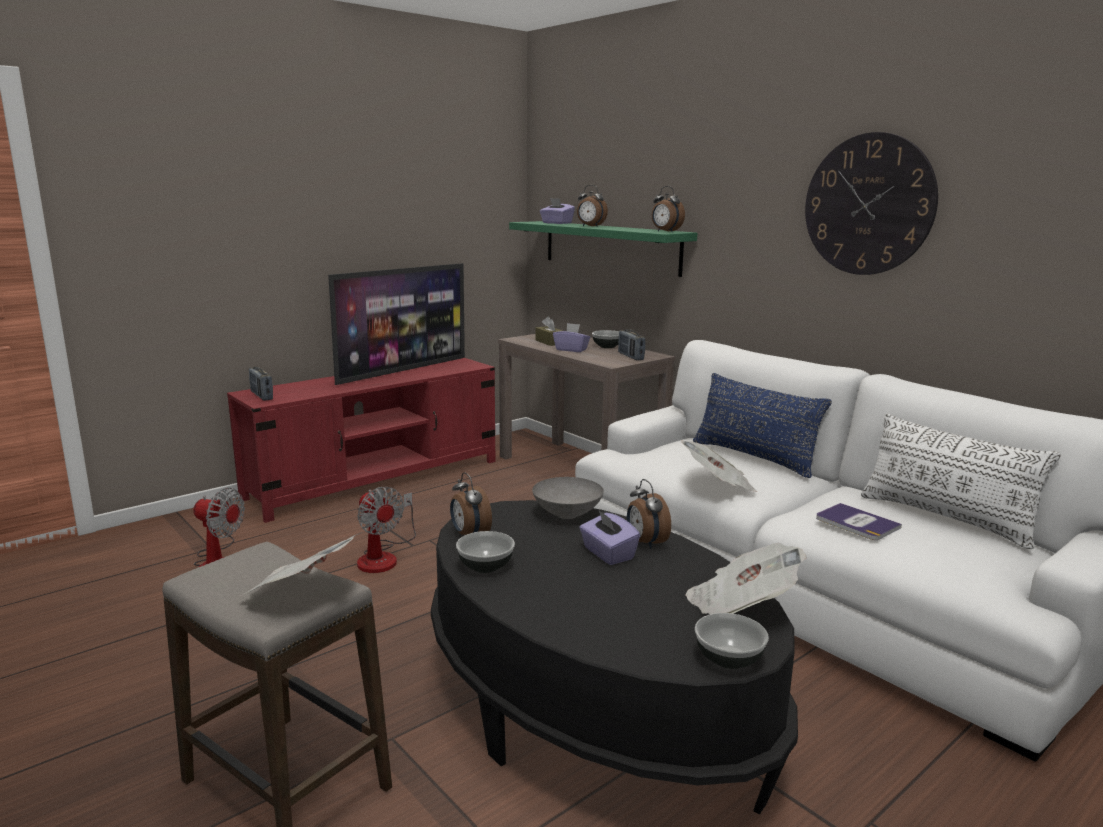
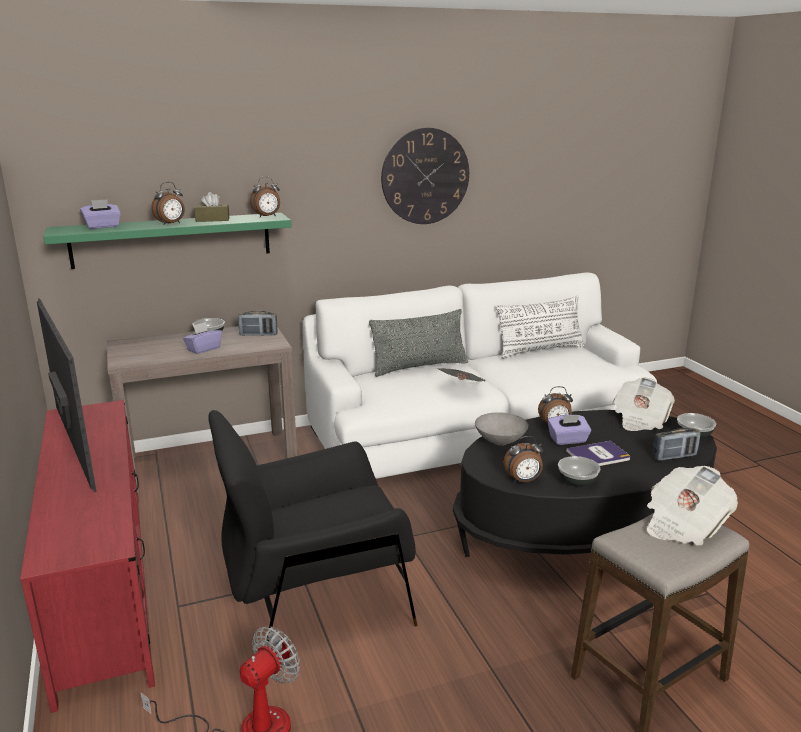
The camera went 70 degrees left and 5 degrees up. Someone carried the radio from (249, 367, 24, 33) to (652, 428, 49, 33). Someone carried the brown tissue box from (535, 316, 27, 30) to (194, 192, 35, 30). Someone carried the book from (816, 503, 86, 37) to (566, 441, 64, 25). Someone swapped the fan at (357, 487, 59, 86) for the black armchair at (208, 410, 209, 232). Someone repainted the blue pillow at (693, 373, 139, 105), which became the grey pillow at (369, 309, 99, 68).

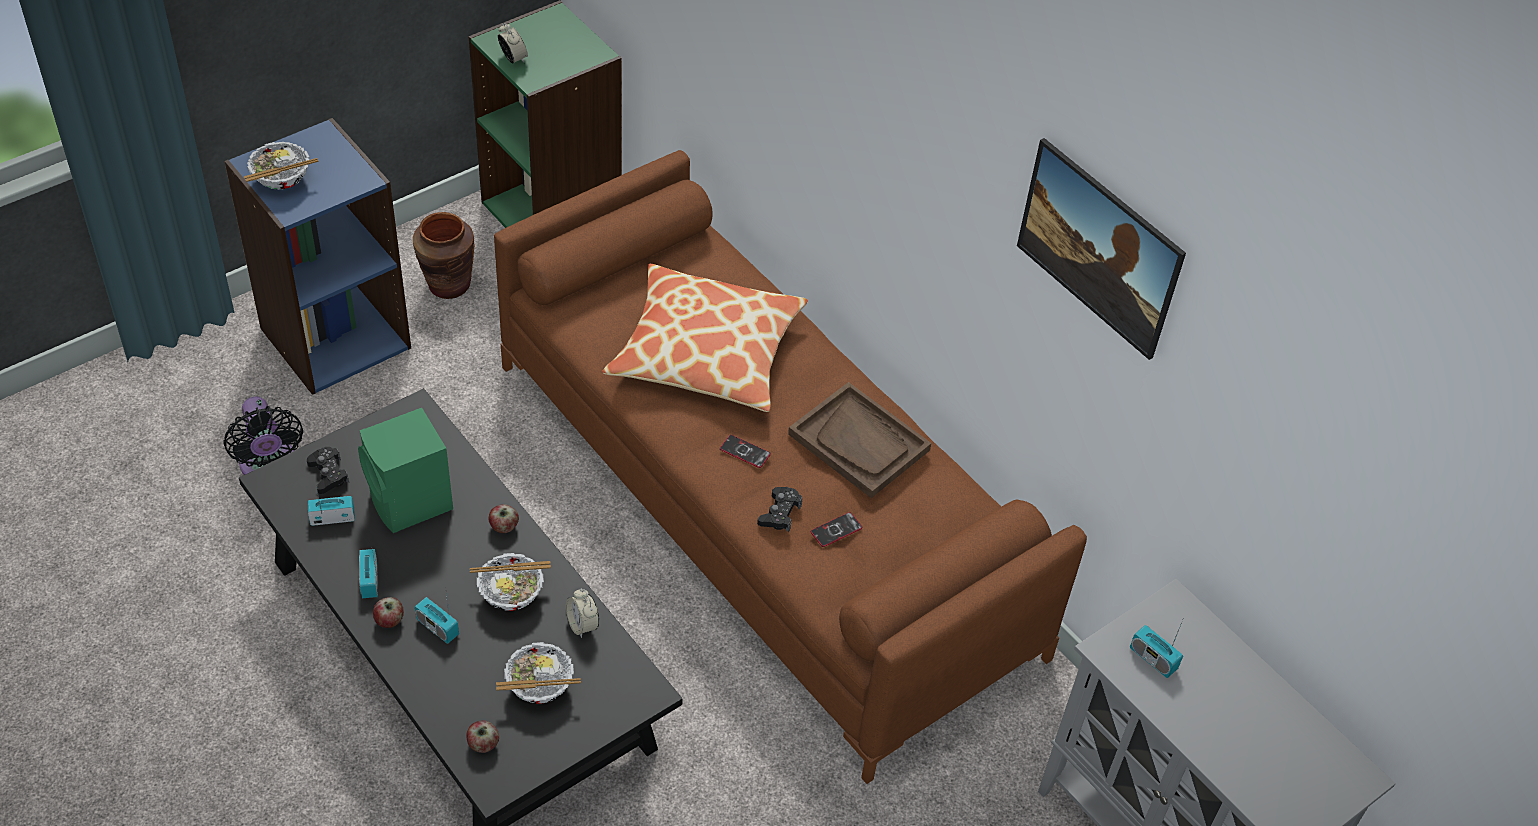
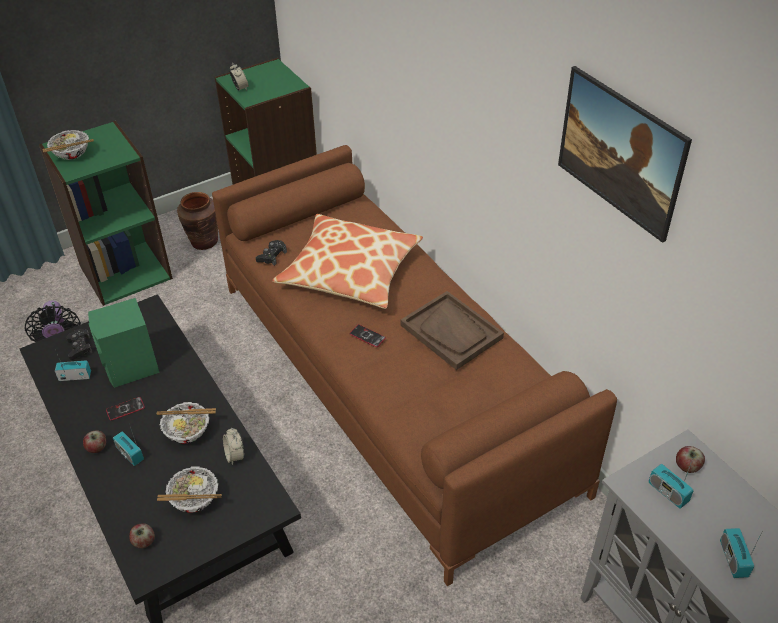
The camera went 10 degrees right and 5 degrees down. Someone carried the radio from (359, 549, 19, 49) to (720, 528, 40, 50). Someone carried the apple from (489, 504, 30, 29) to (676, 446, 29, 27). Someone carried the black game controller from (757, 487, 45, 45) to (256, 240, 31, 26). Someone carried the phone from (811, 512, 51, 35) to (106, 397, 39, 24). Someone repainted the blue bookcase at (224, 118, 187, 277), which became the green bookcase at (39, 121, 134, 185).

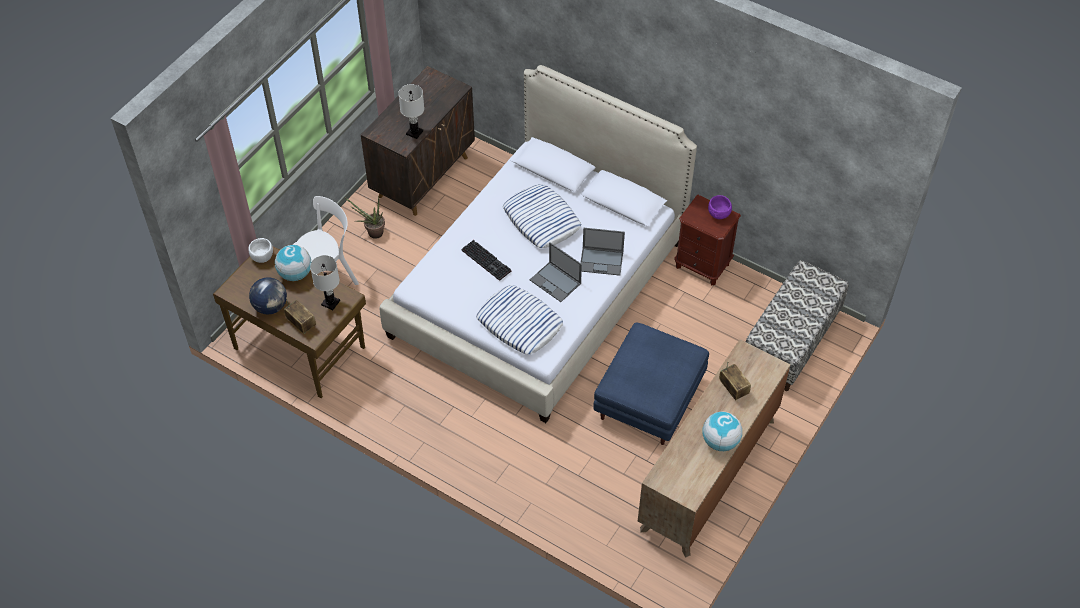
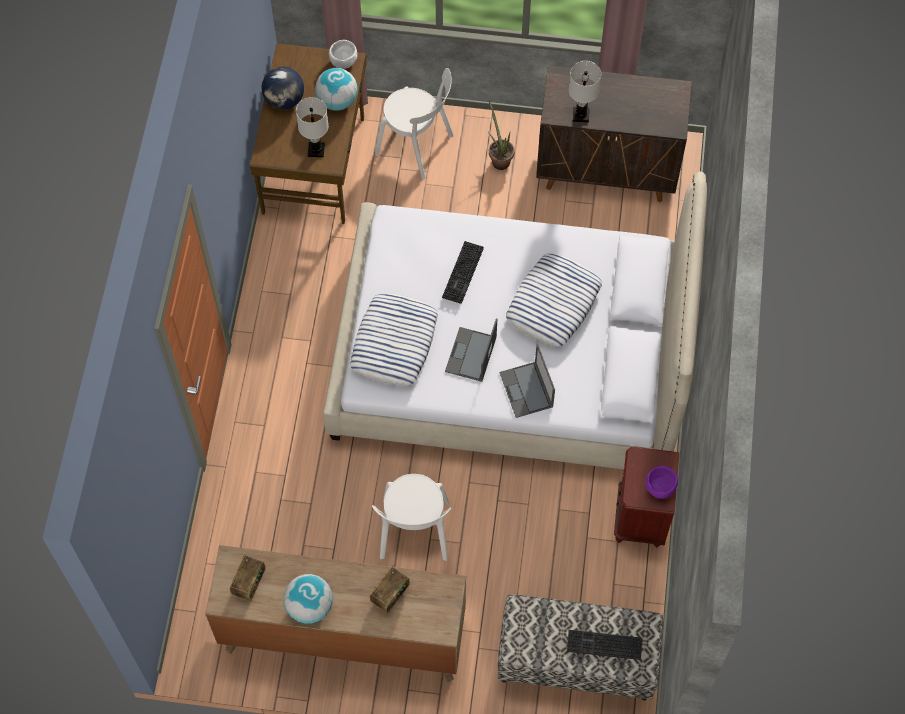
The camera went 65 degrees right and 10 degrees up. Someone put down the keyboard at (567, 630, 75, 30). Someone carried the radio from (284, 298, 32, 36) to (230, 552, 35, 49). Someone swapped the blue ottoman at (594, 323, 115, 122) for the white chair at (372, 474, 80, 87).

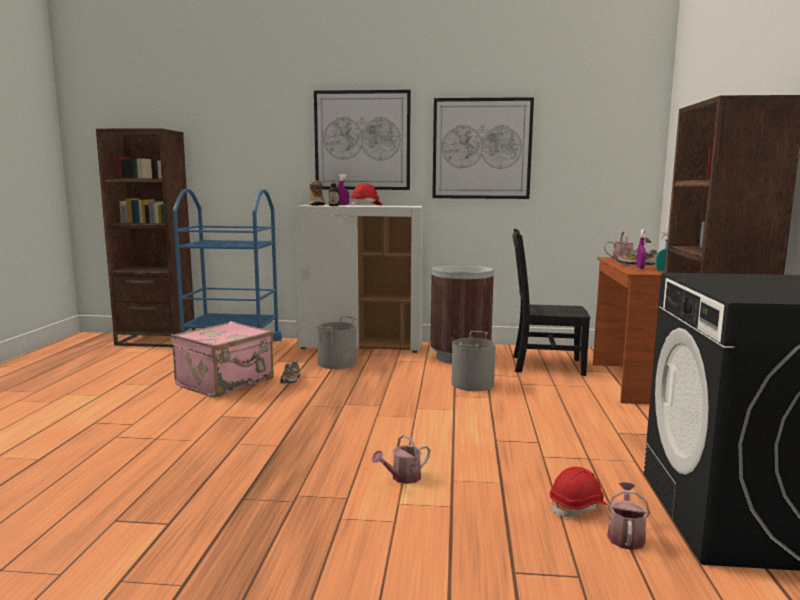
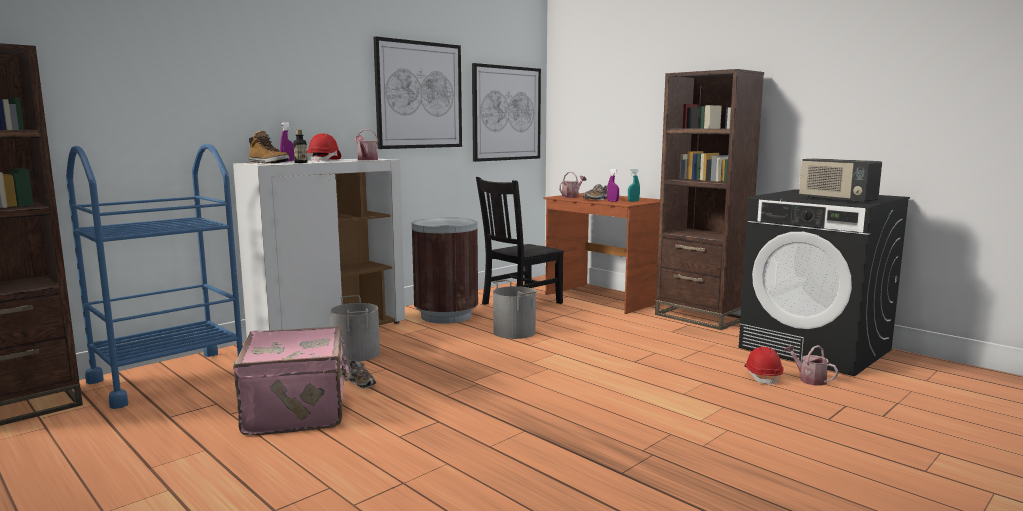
The camera went 50 degrees left and 0 degrees up. Someone put down the radio at (799, 158, 83, 45). Someone carried the picture from (314, 90, 97, 100) to (472, 63, 69, 99). Someone carried the watering can from (372, 434, 58, 50) to (355, 129, 23, 31).

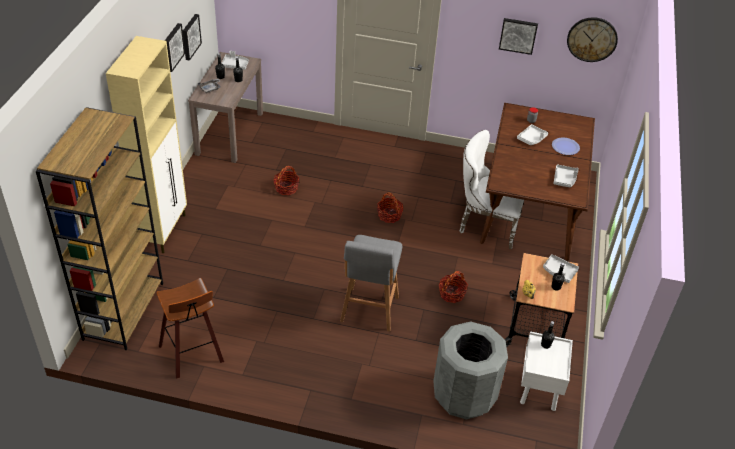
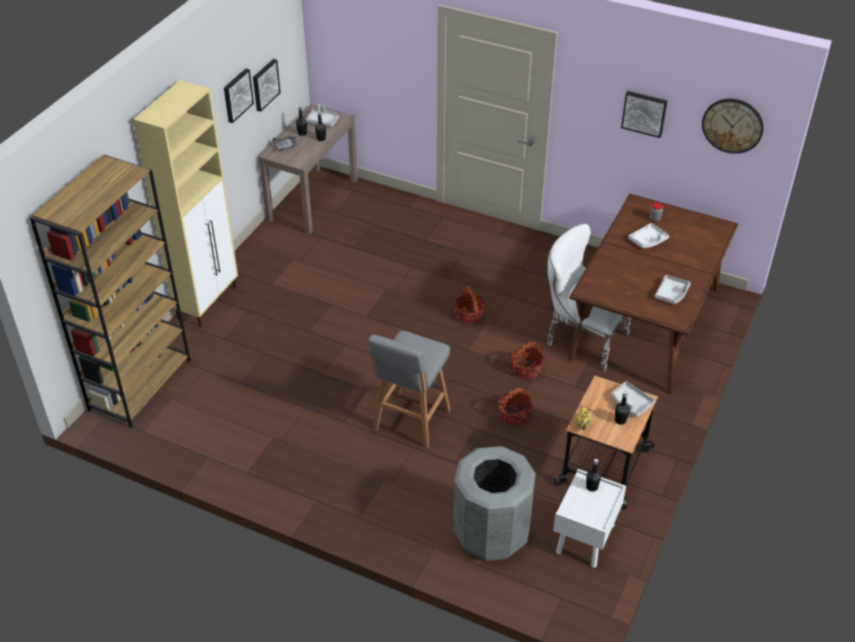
The camera went 15 degrees right and 0 degrees up. Someone took away the stool at (157, 278, 67, 101). Someone took away the plate at (552, 138, 28, 17). Someone carried the basket from (273, 166, 26, 29) to (511, 342, 33, 37).

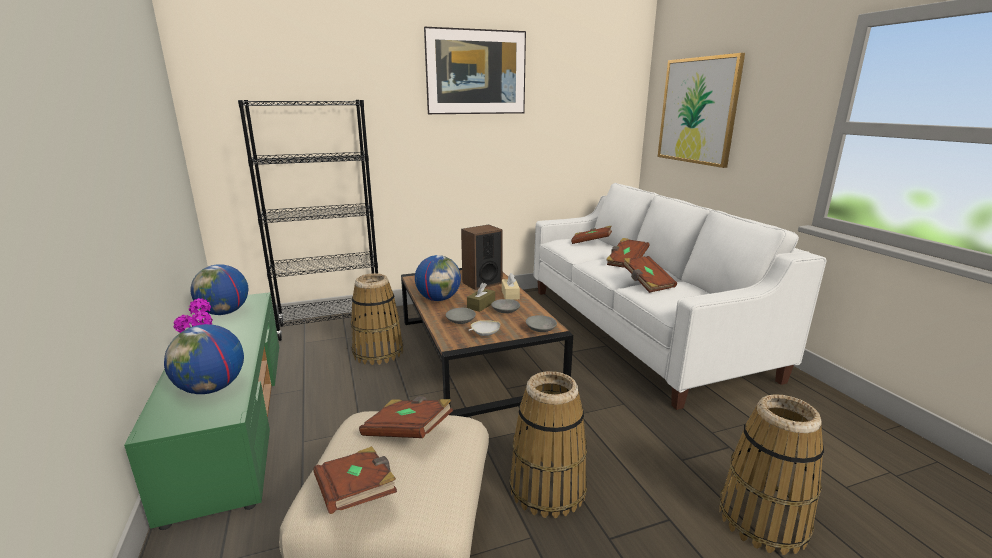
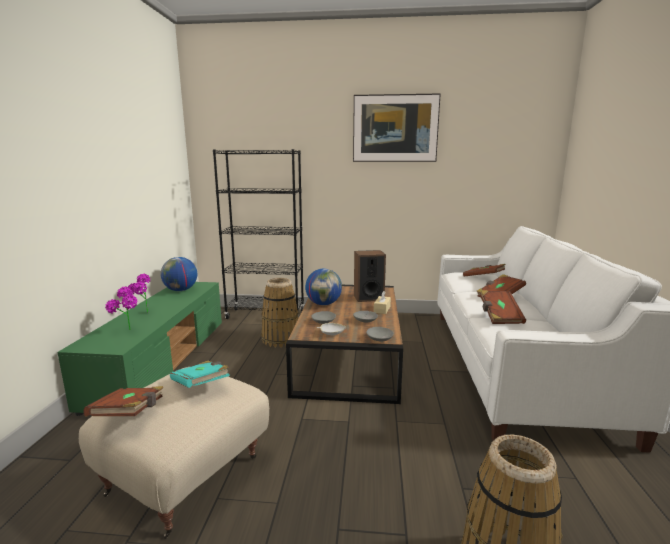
The camera went 25 degrees right and 5 degrees down. Someone took away the brown tissue box at (467, 283, 28, 29). Someone took away the basket at (509, 371, 78, 147). Someone took away the picture at (658, 53, 87, 115). Someone swapped the globe at (164, 324, 80, 70) for the potted plant at (105, 286, 32, 44). Someone repainted the brown book at (359, 396, 94, 42), which became the turquoise book at (170, 361, 60, 27).

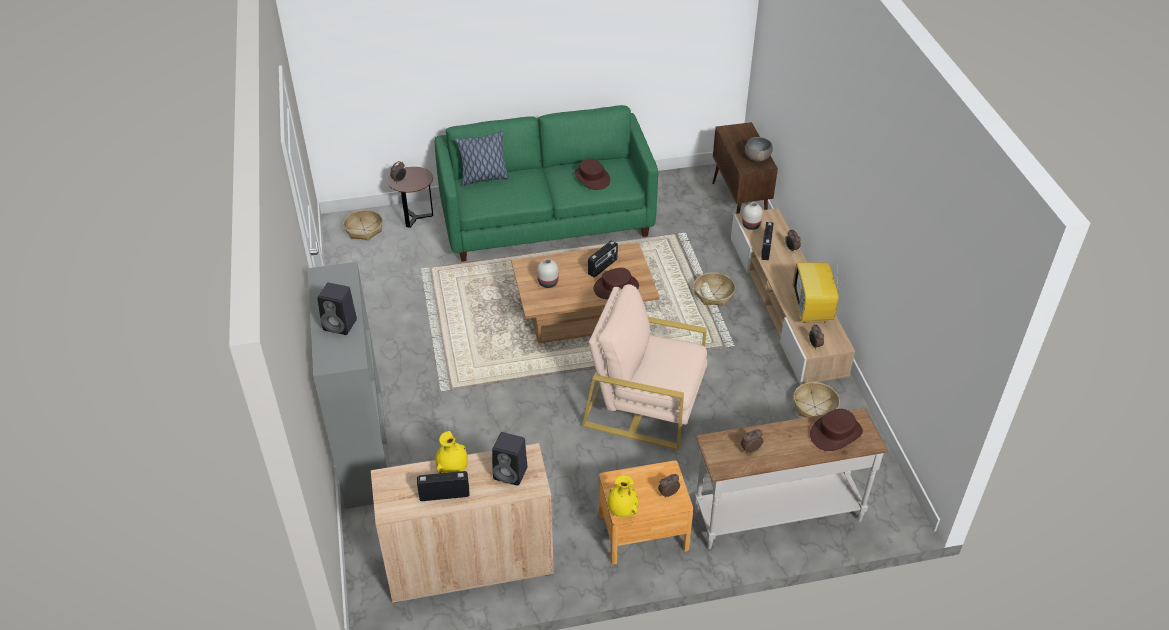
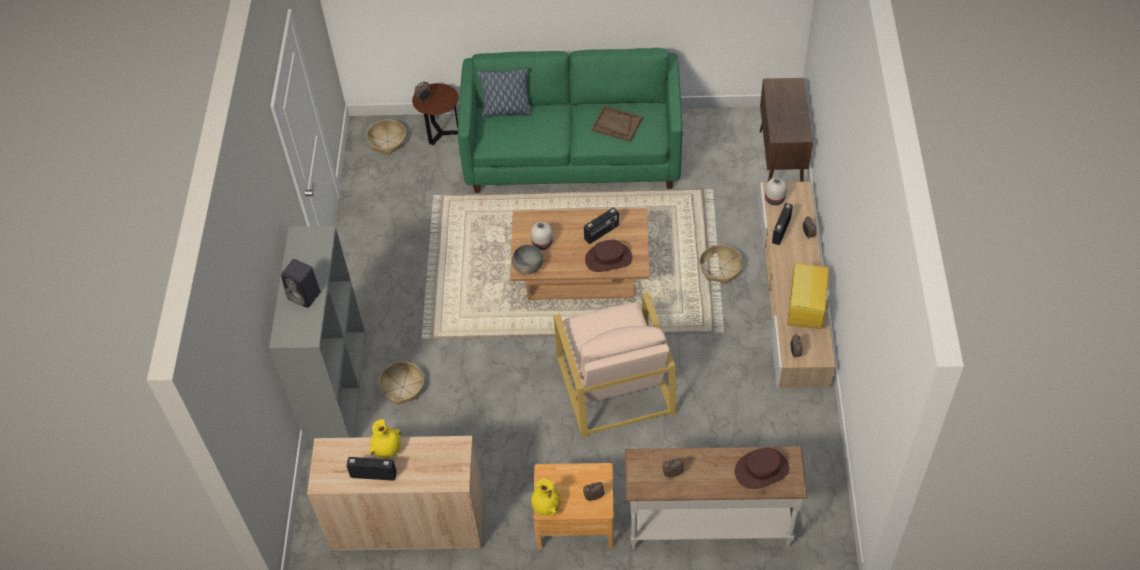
The camera went 15 degrees right and 10 degrees up. Someone took away the black speaker at (492, 432, 35, 54). Someone carried the grey bowl from (745, 137, 28, 25) to (512, 244, 31, 31). Someone carried the basket from (793, 382, 47, 35) to (379, 362, 45, 43). Someone swapped the brown hat at (574, 159, 36, 31) for the brown tray at (591, 106, 51, 36). Someone rotated the beige armchair at (582, 284, 125, 166) by 135 degrees counterclockwise.

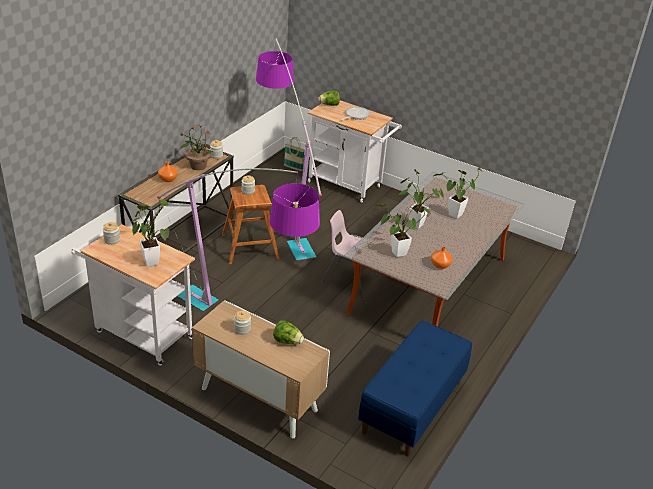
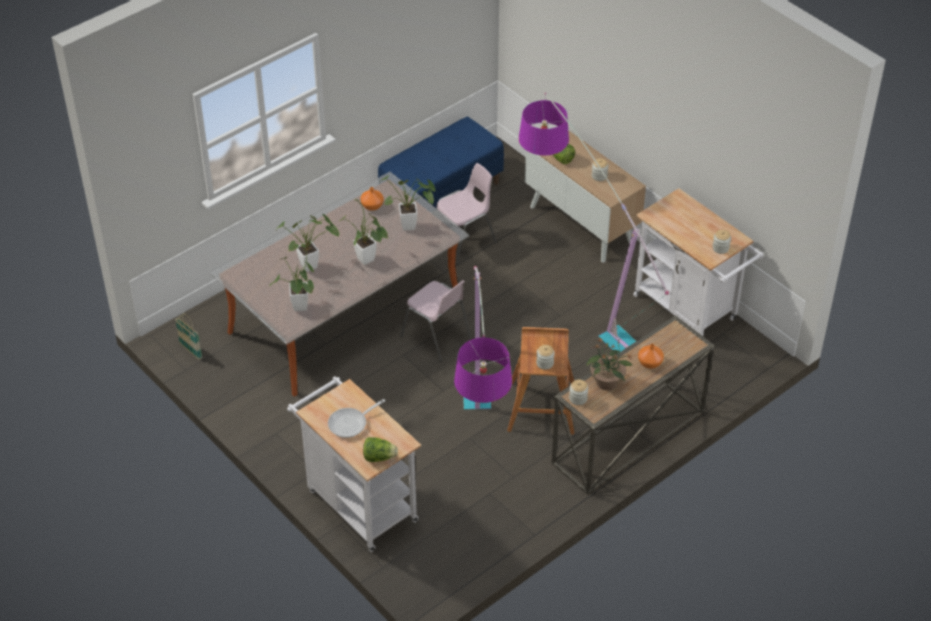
The camera went 160 degrees left and 10 degrees up. Someone put down the pink chair at (437, 163, 60, 101). Someone carried the potted plant from (131, 199, 38, 68) to (269, 244, 46, 67). Someone carried the basket from (284, 137, 21, 34) to (175, 313, 28, 47).

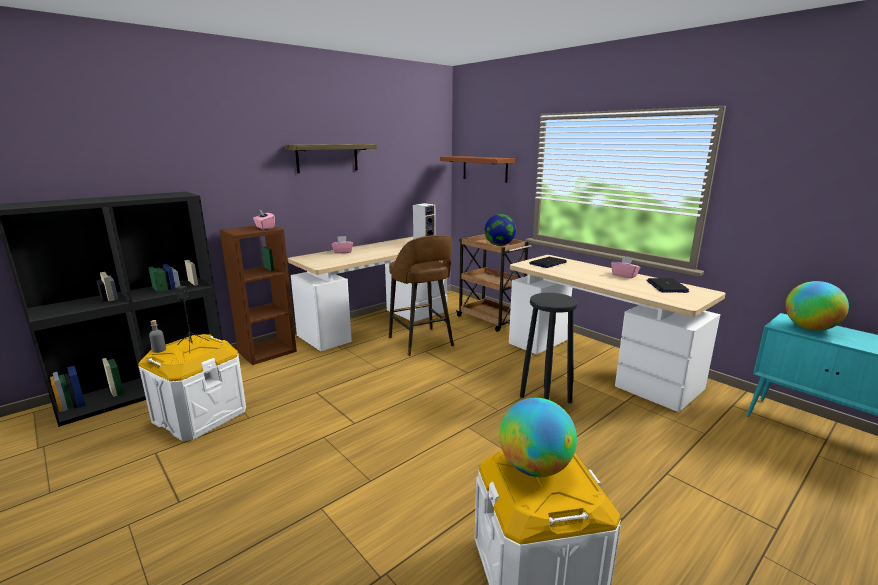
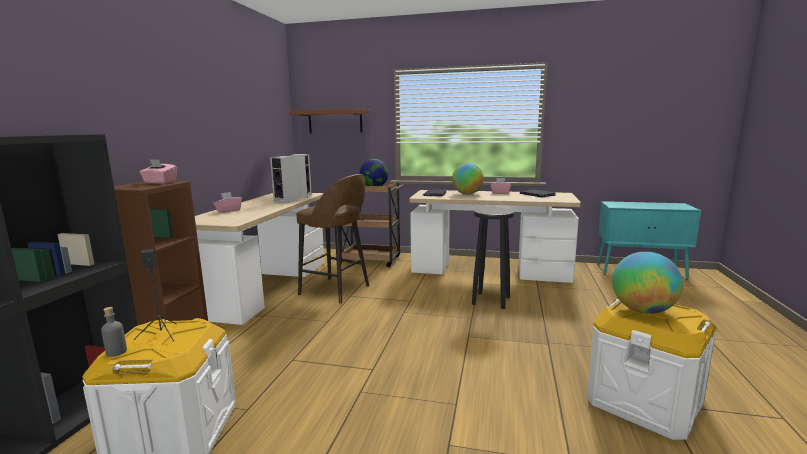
The camera went 35 degrees left and 5 degrees down. Someone took away the shelf at (285, 144, 92, 29). Someone put down the speaker at (270, 156, 28, 47). Someone carried the globe from (785, 281, 64, 50) to (452, 163, 32, 31).

